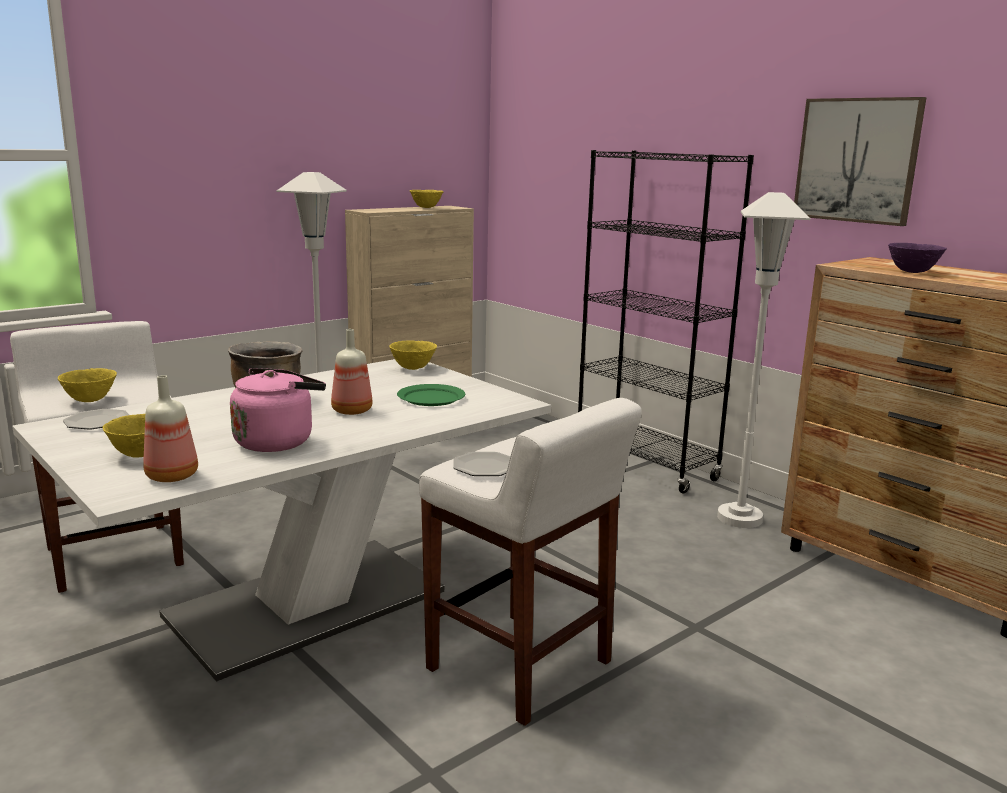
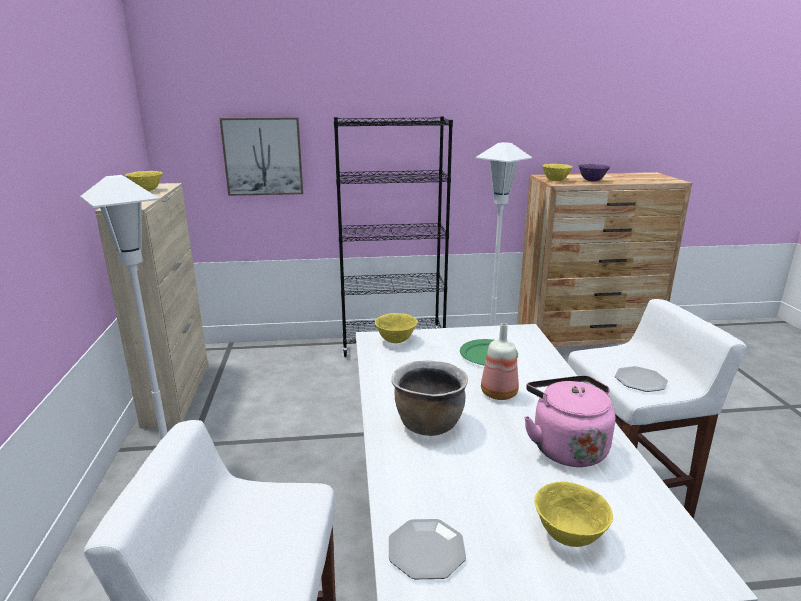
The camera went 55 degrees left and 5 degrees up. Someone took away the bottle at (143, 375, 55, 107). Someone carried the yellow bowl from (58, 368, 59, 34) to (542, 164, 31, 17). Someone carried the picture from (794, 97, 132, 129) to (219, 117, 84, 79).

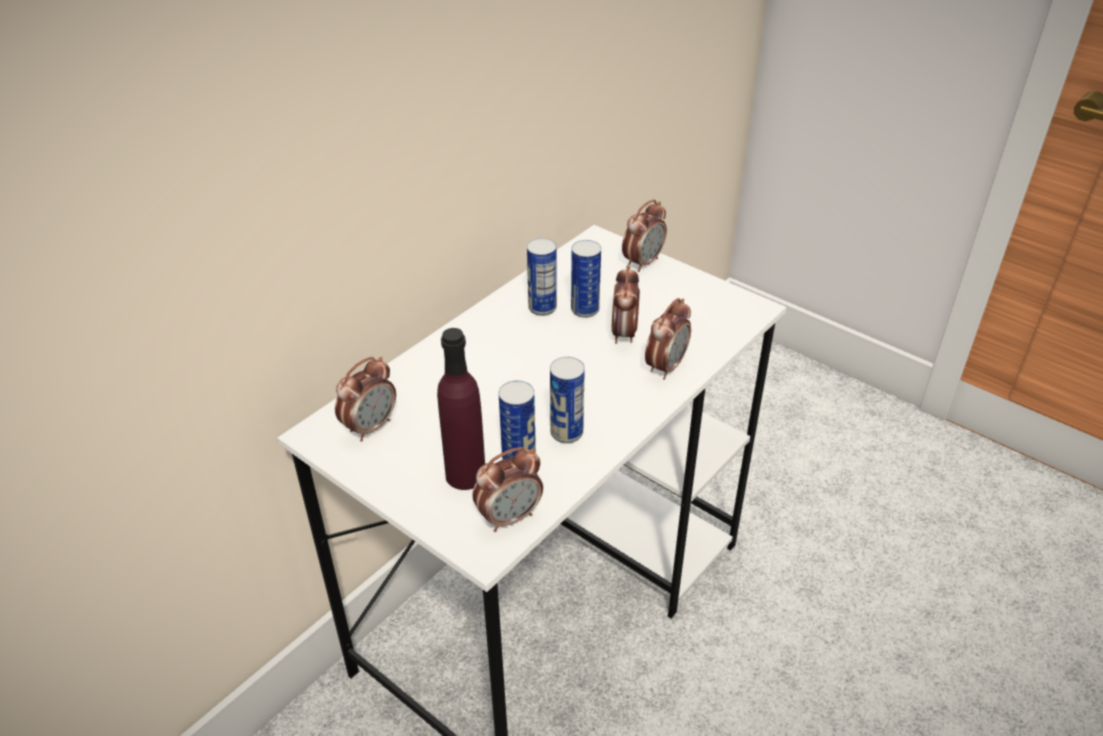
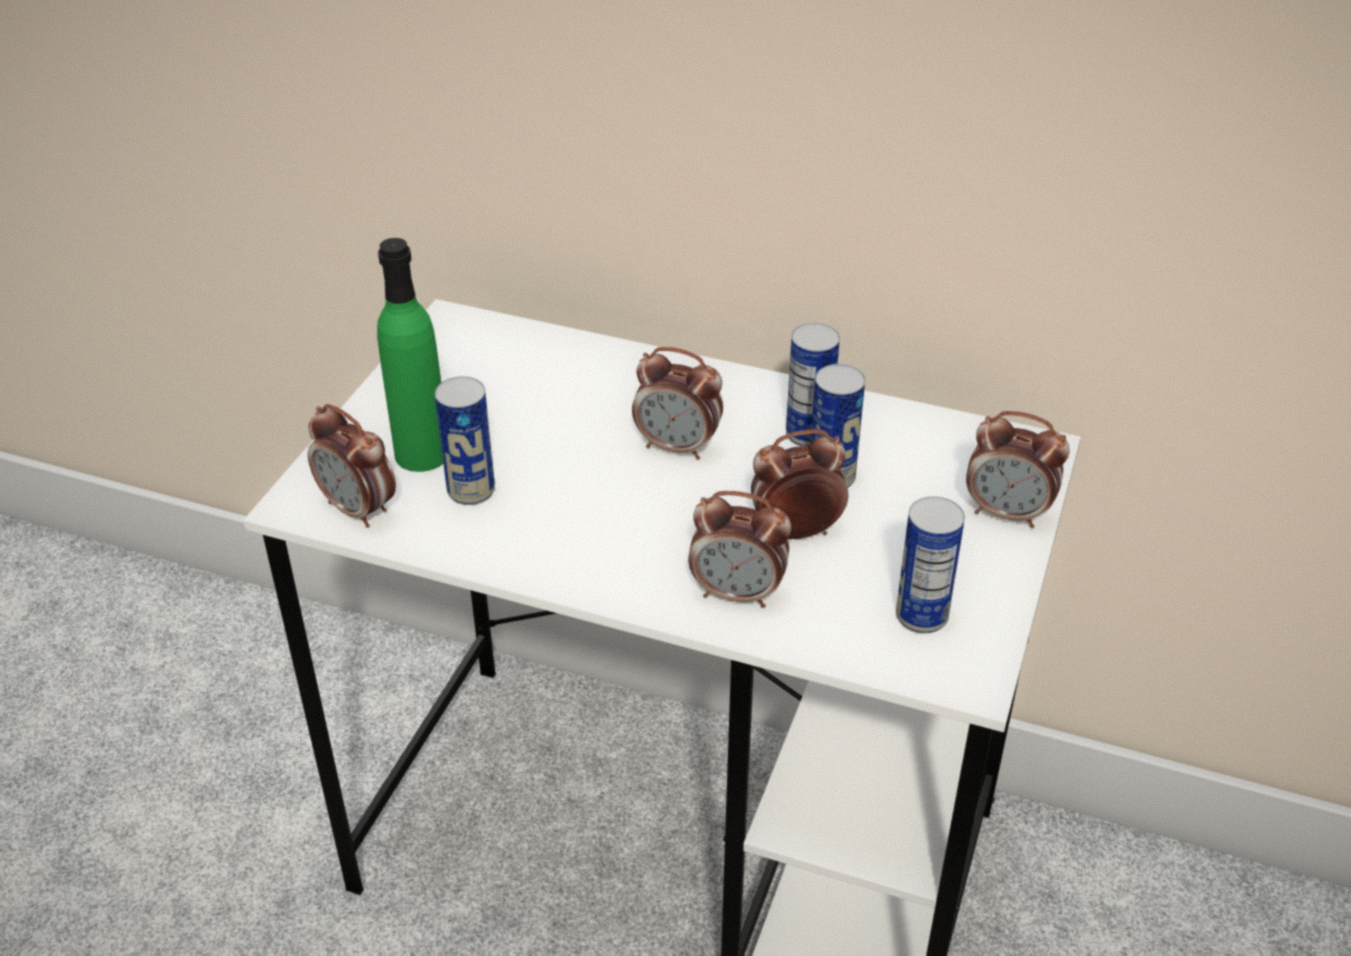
The camera went 70 degrees right and 0 degrees up. Someone carried the alarm clock from (335, 357, 61, 85) to (632, 347, 91, 113). Someone carried the can from (550, 357, 35, 86) to (896, 496, 69, 138). Someone repainted the purple bottle at (437, 328, 48, 162), which became the green bottle at (377, 238, 66, 234).

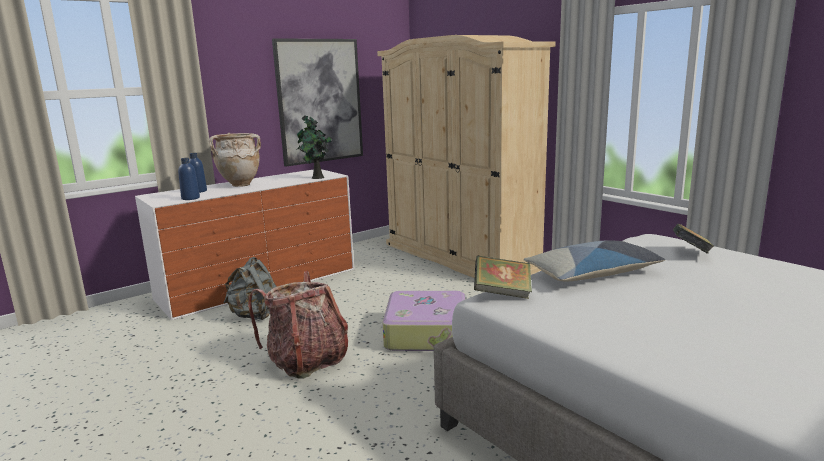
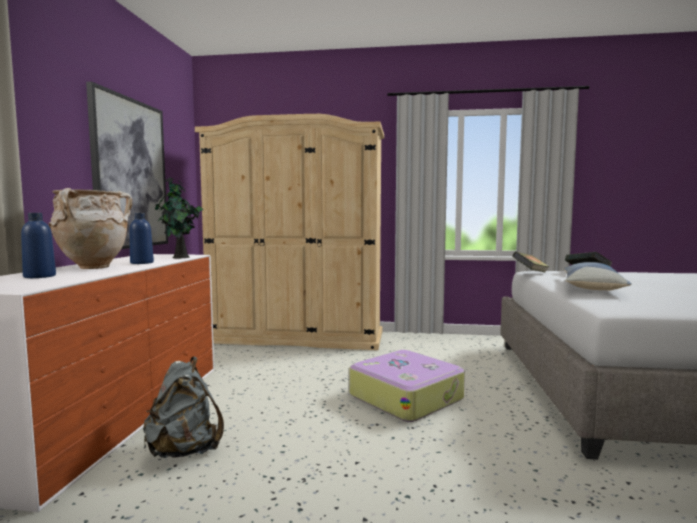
The camera went 45 degrees left and 10 degrees down. Someone took away the backpack at (248, 271, 100, 107). Someone carried the blue bottle from (178, 158, 22, 42) to (130, 213, 24, 51). Someone carried the book from (474, 255, 58, 44) to (512, 251, 38, 22).

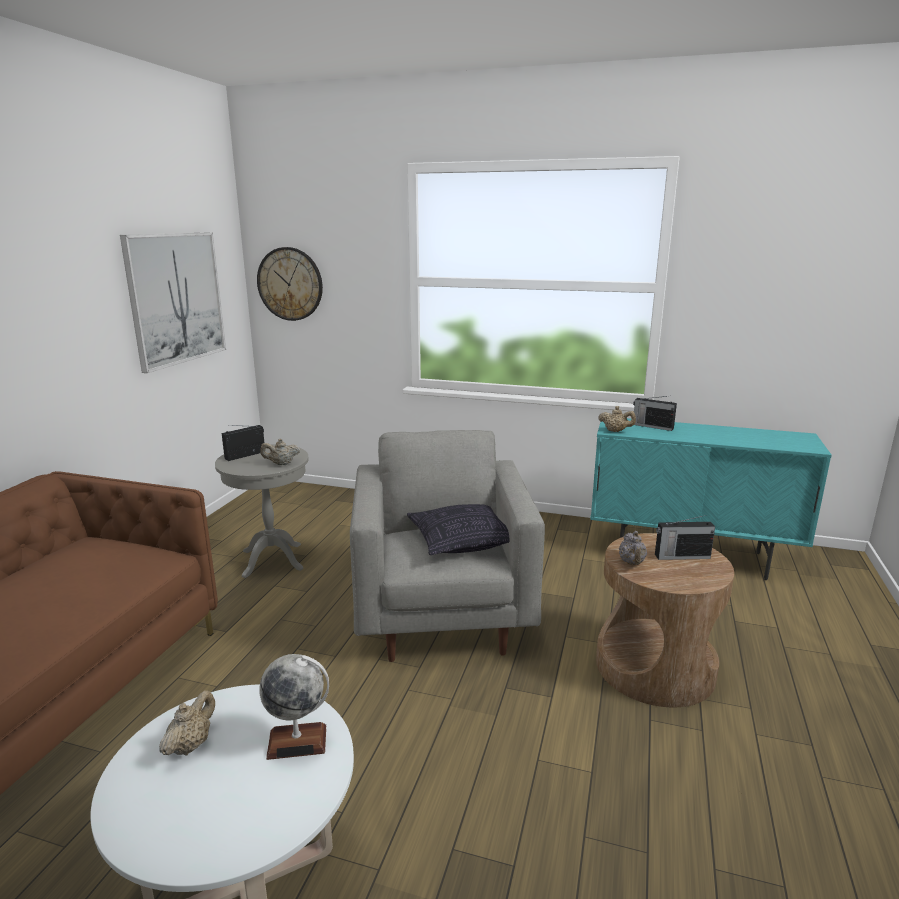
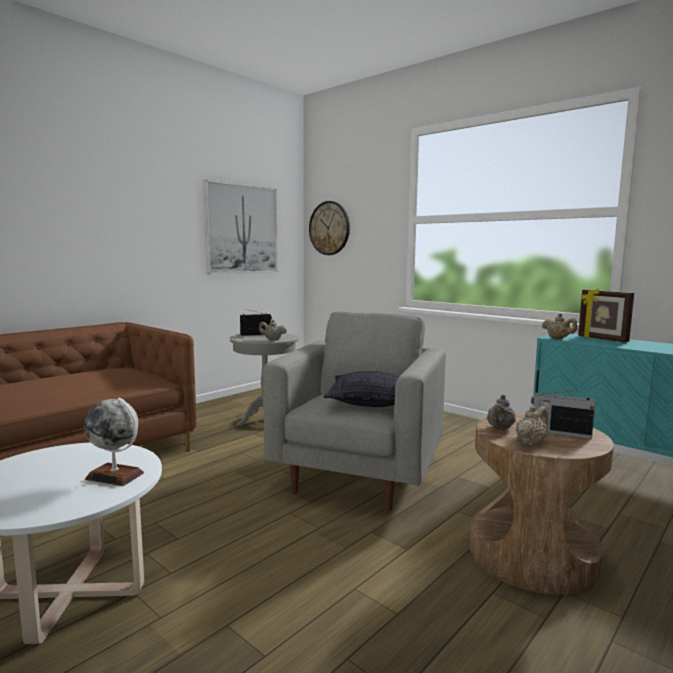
The camera went 25 degrees right and 10 degrees down. Someone carried the beige teapot from (159, 690, 56, 65) to (516, 406, 32, 40). Someone swapped the radio at (633, 396, 44, 35) for the picture frame at (578, 289, 56, 53).

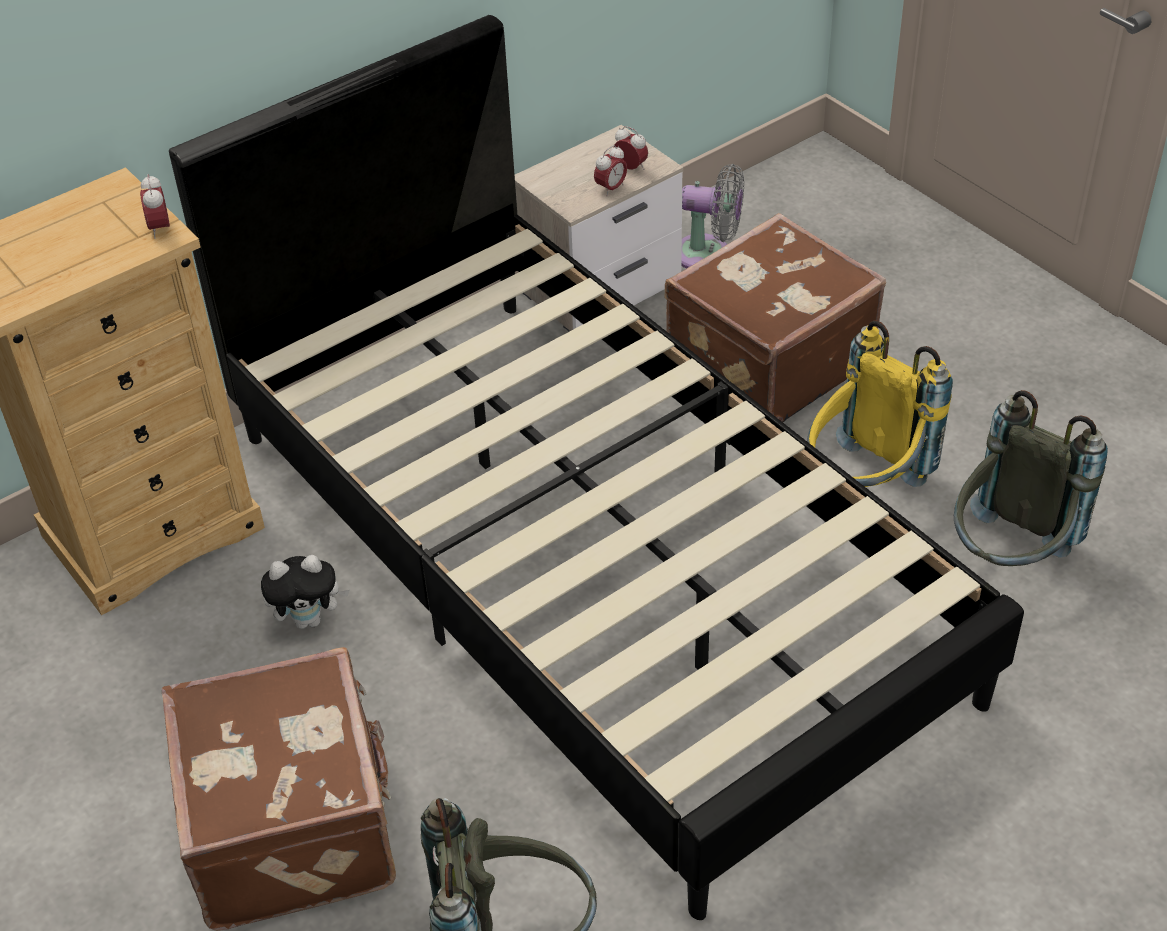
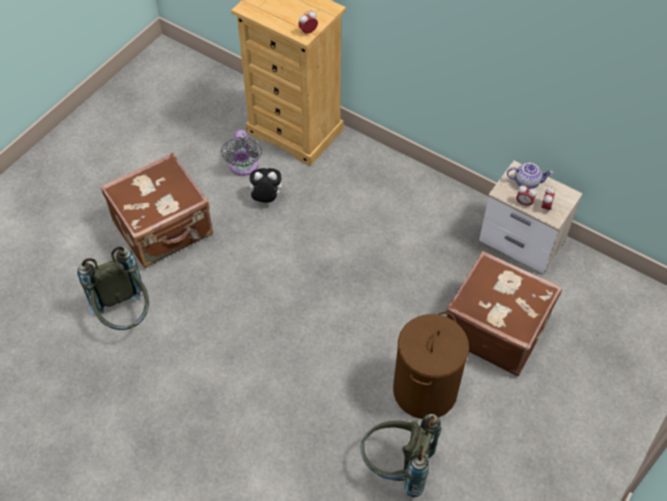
The camera went 70 degrees right and 10 degrees up. Someone took away the black bed at (169, 15, 855, 905). Someone put down the teapot at (507, 163, 46, 26). Someone carried the grey fan from (681, 164, 63, 104) to (221, 130, 41, 46). Someone swapped the yellow backpack at (807, 320, 146, 167) for the brown laundry basket at (393, 312, 76, 107). Someone rotated the plush toy at (261, 555, 89, 74) by 120 degrees clockwise.

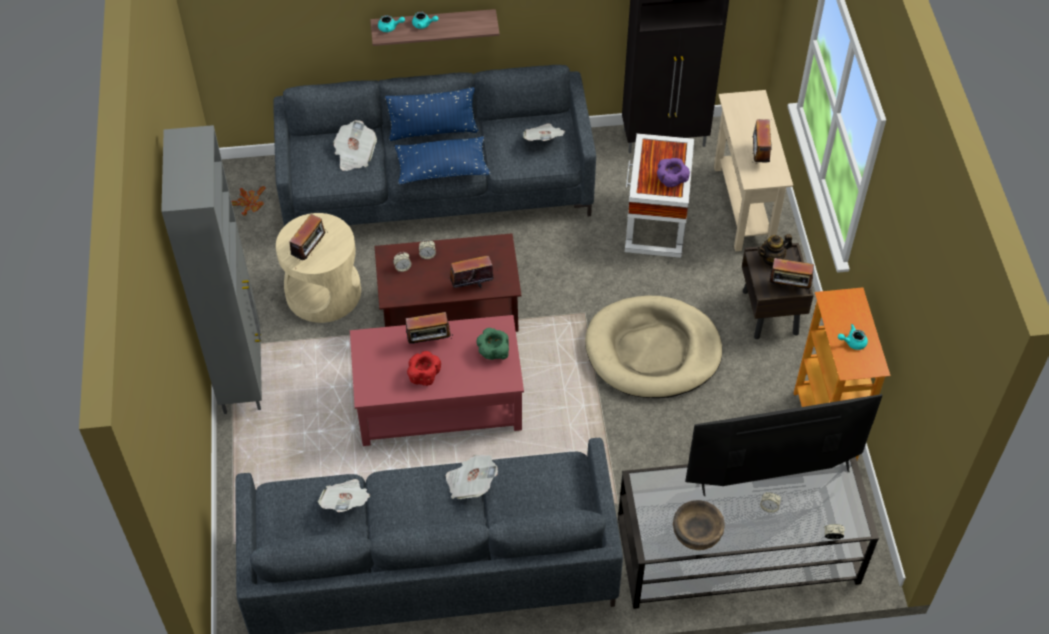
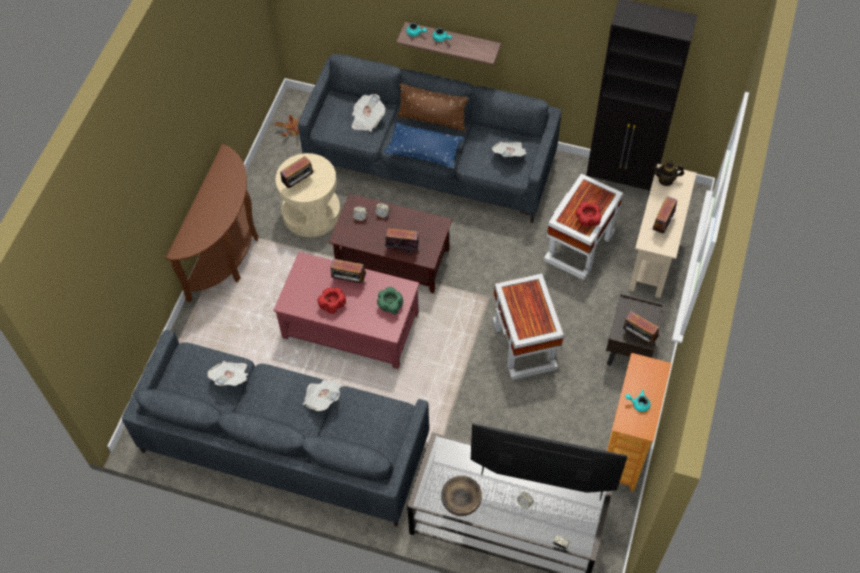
The camera went 25 degrees right and 5 degrees up. Someone carried the teapot from (757, 234, 35, 32) to (653, 161, 31, 25). Someone swapped the grey cabinet at (161, 125, 101, 289) for the brown console table at (166, 144, 93, 158). Someone swapped the beige dog bed at (585, 296, 137, 102) for the white side table at (492, 273, 72, 107). Someone repainted the blue pillow at (385, 87, 93, 54), which became the brown pillow at (397, 83, 72, 49). Someone repainted the purple bowl at (657, 158, 33, 29), which became the red bowl at (576, 202, 25, 24).

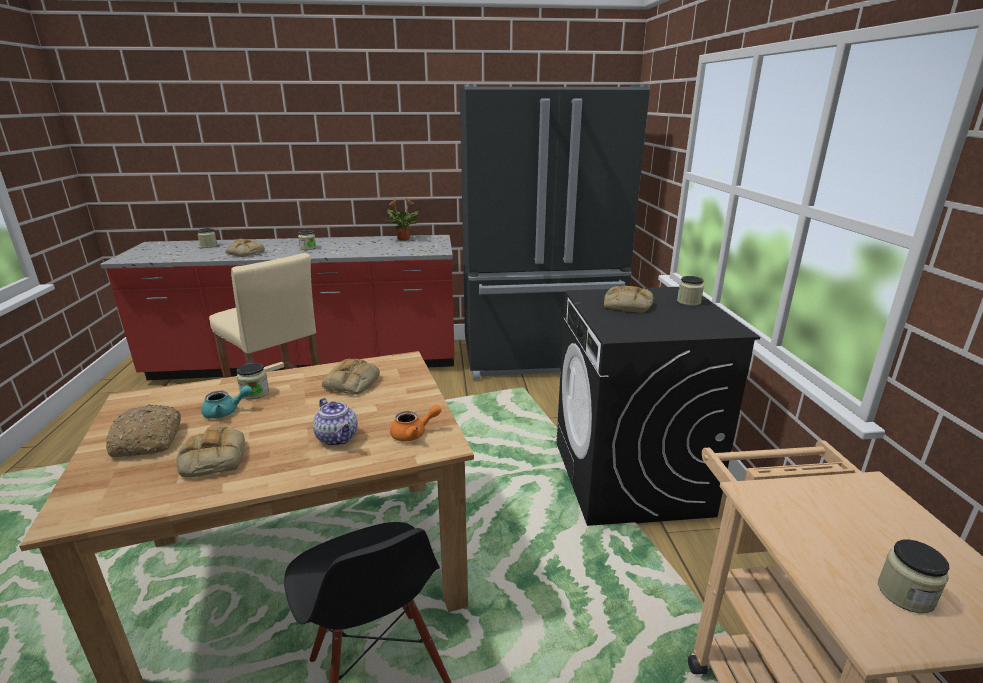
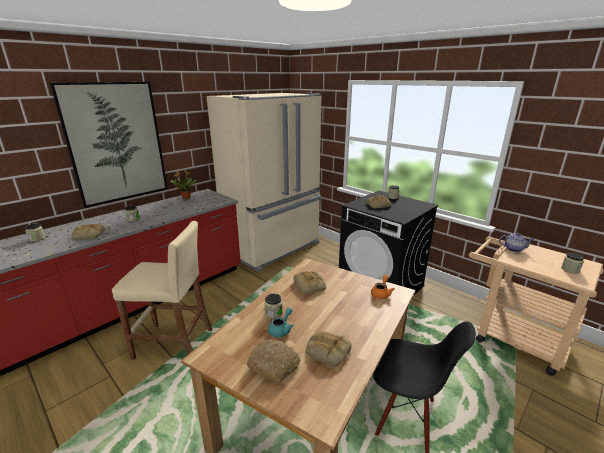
The camera went 40 degrees left and 0 degrees up. Someone put up the picture at (50, 82, 118, 126). Someone carried the teapot from (313, 398, 45, 48) to (499, 233, 35, 19). Someone repainted the black fridge at (460, 84, 191, 296), which became the beige fridge at (206, 93, 116, 179).

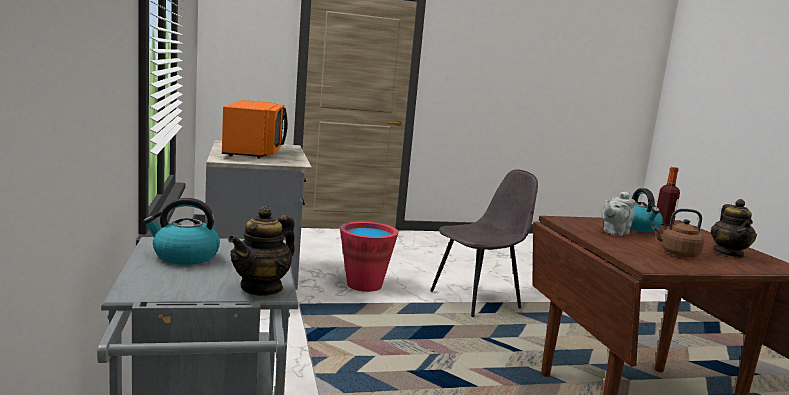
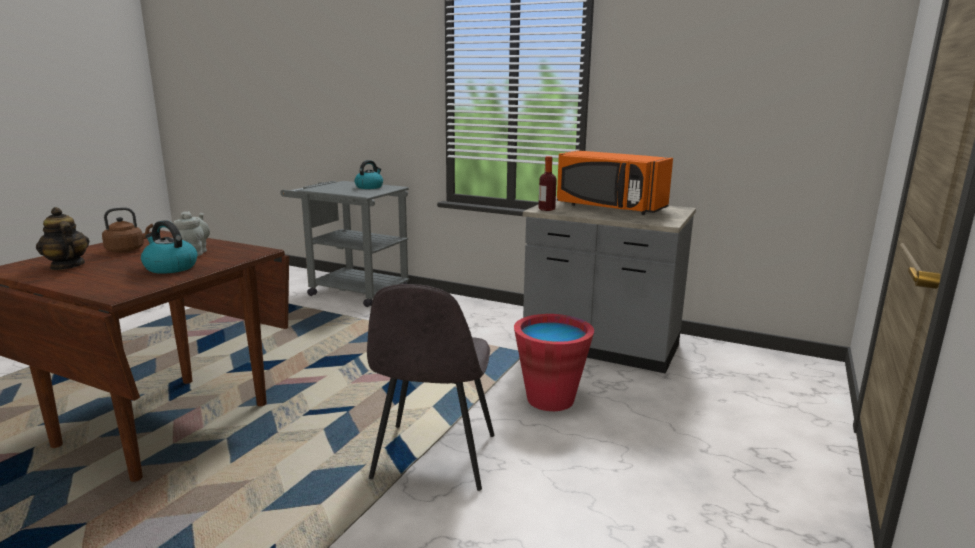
The camera went 130 degrees right and 5 degrees up. Someone took away the teapot at (228, 206, 67, 90). Someone carried the bottle from (657, 167, 23, 59) to (538, 156, 19, 55).

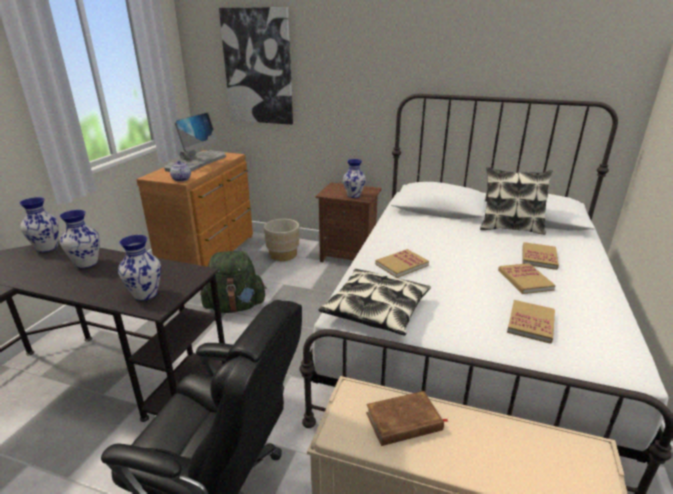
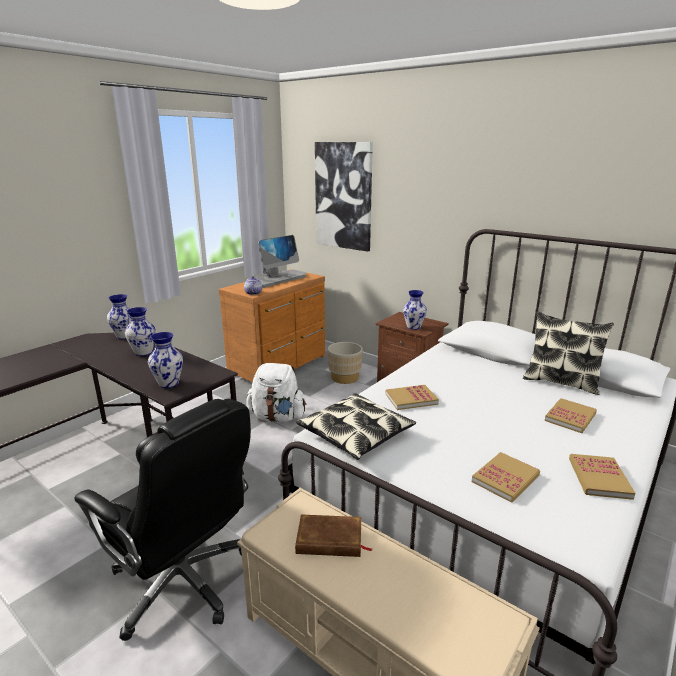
The camera went 20 degrees right and 5 degrees down. Someone carried the book from (498, 263, 58, 31) to (569, 454, 67, 46). Someone repainted the green backpack at (200, 251, 67, 62), which became the white backpack at (246, 363, 60, 59).

